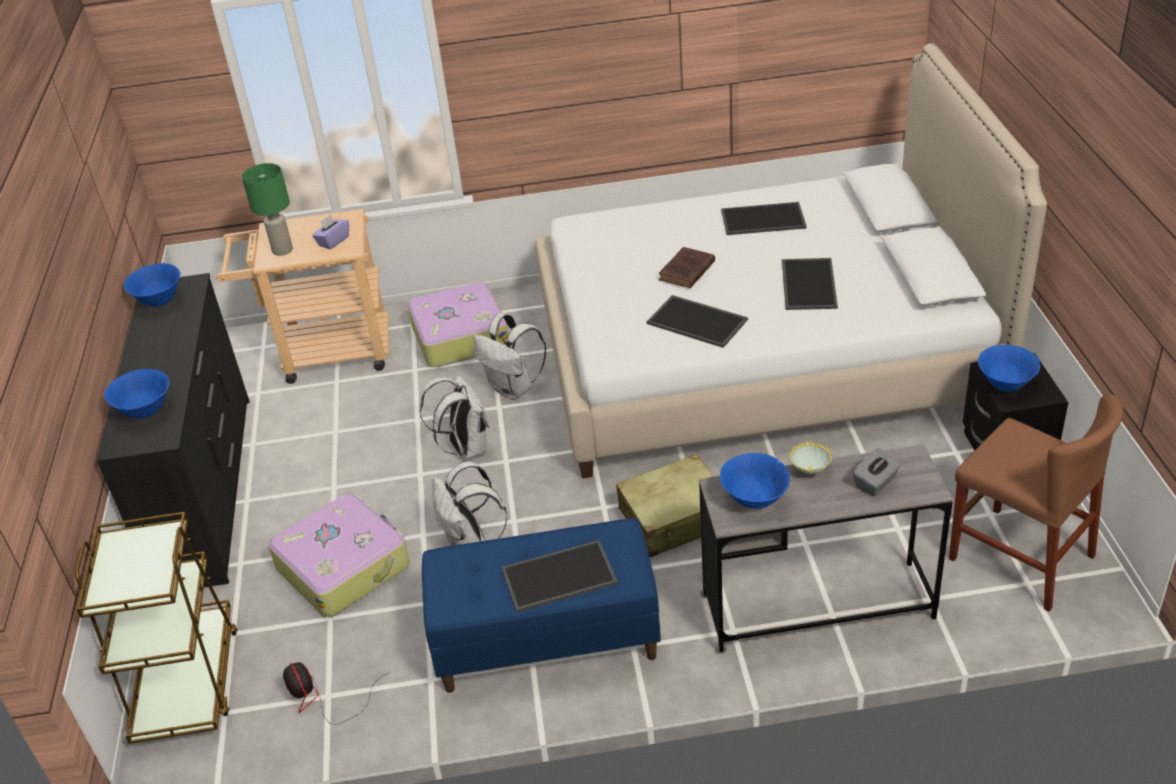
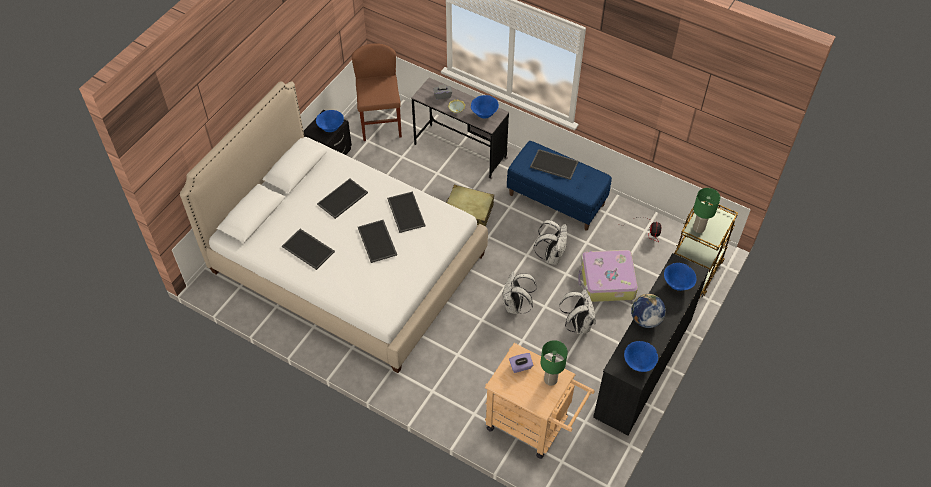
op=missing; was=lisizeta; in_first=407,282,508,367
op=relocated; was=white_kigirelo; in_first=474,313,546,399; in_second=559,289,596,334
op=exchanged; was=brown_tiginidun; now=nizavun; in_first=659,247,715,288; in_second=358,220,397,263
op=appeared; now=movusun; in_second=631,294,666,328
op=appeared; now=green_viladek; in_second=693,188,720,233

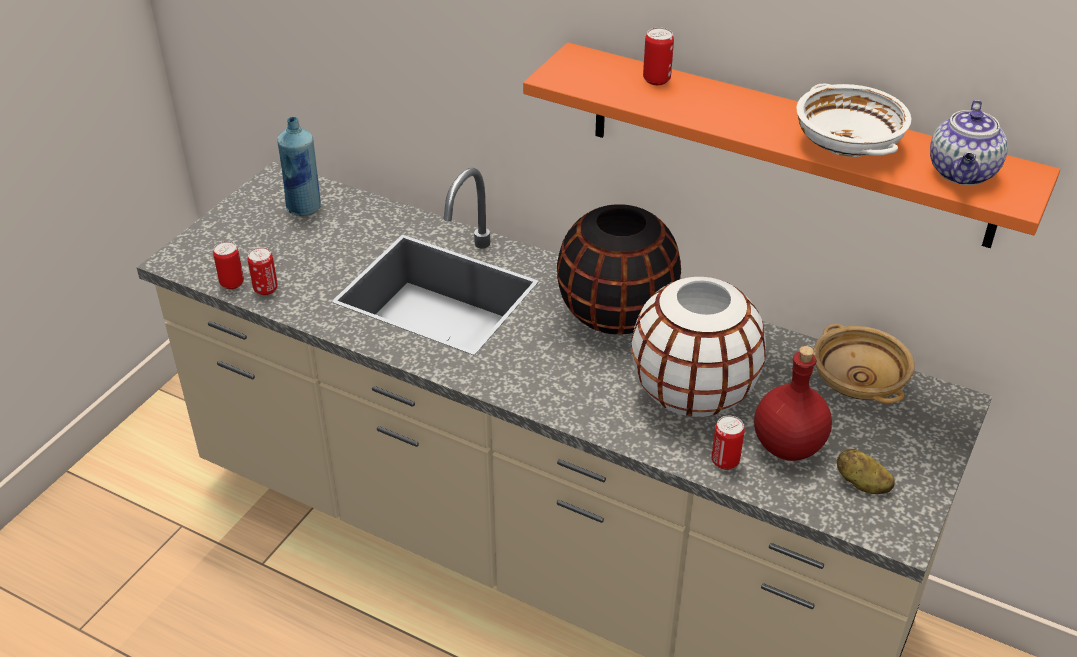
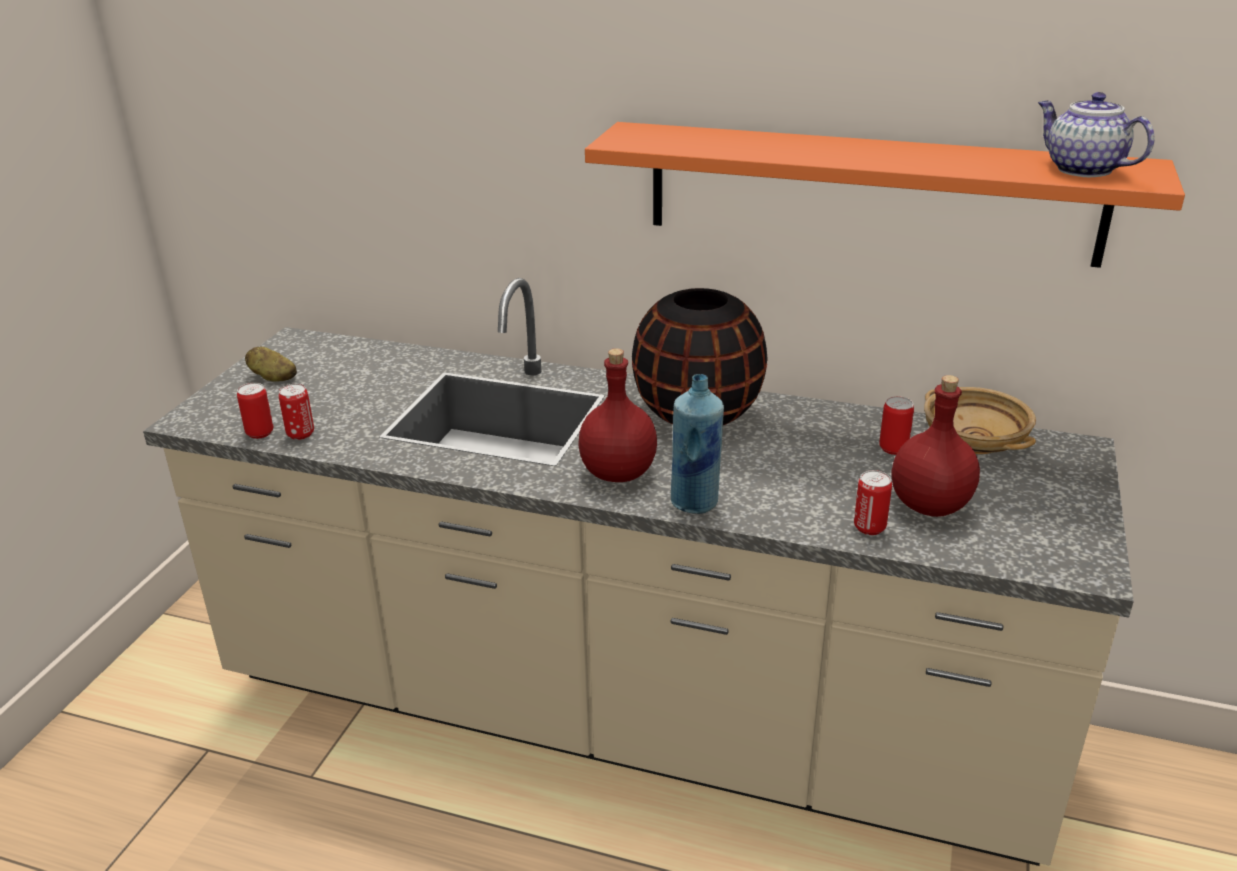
op=relocated; was=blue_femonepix; in_first=277,117,321,216; in_second=671,374,724,514
op=missing; was=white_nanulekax; in_first=631,277,766,417
op=relocated; was=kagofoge; in_first=643,28,674,85; in_second=879,396,914,455
op=missing; was=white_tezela; in_first=796,84,911,157
op=relocated; was=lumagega; in_first=837,449,895,494; in_second=245,347,297,382
op=spun; was=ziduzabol; in_first=930,100,1008,185; in_second=1038,92,1155,177; clockwise=135
op=appeared; now=red_femonepix; in_second=578,348,657,482

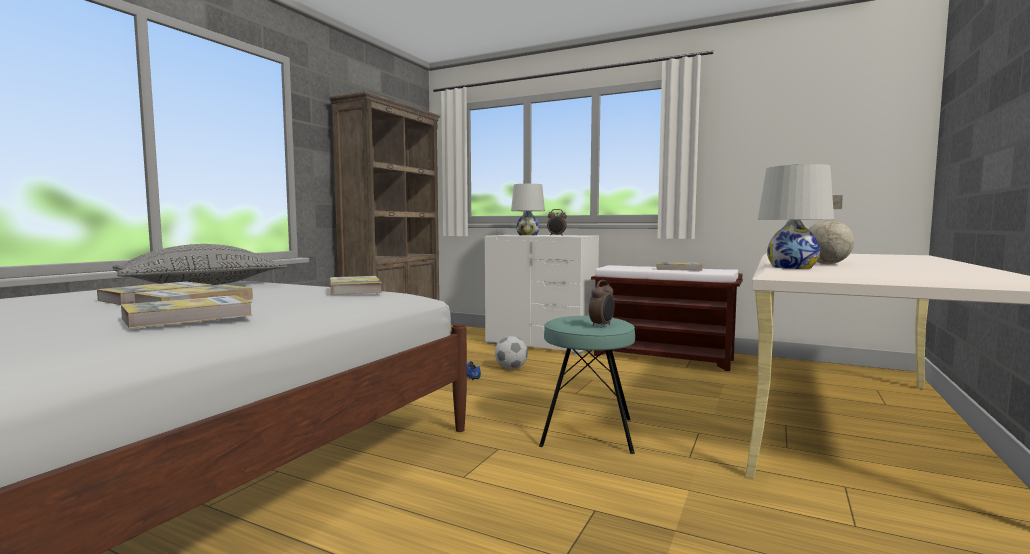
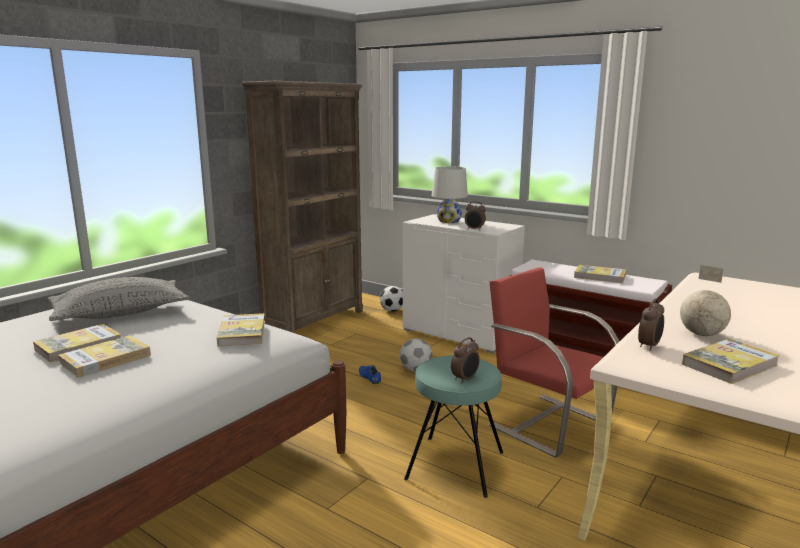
op=relocated; was=tiginidun; in_first=121,295,253,329; in_second=682,339,780,384
op=exchanged; was=white_viladek; now=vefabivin; in_first=758,164,834,269; in_second=638,298,664,351
op=appeared; now=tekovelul; in_second=380,286,403,312
op=appeared; now=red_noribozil; in_second=489,267,619,458

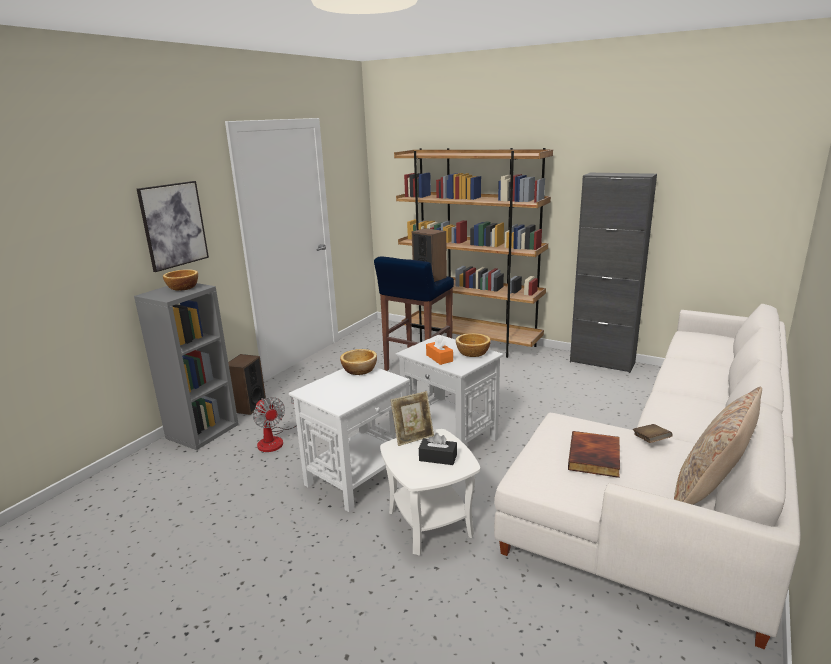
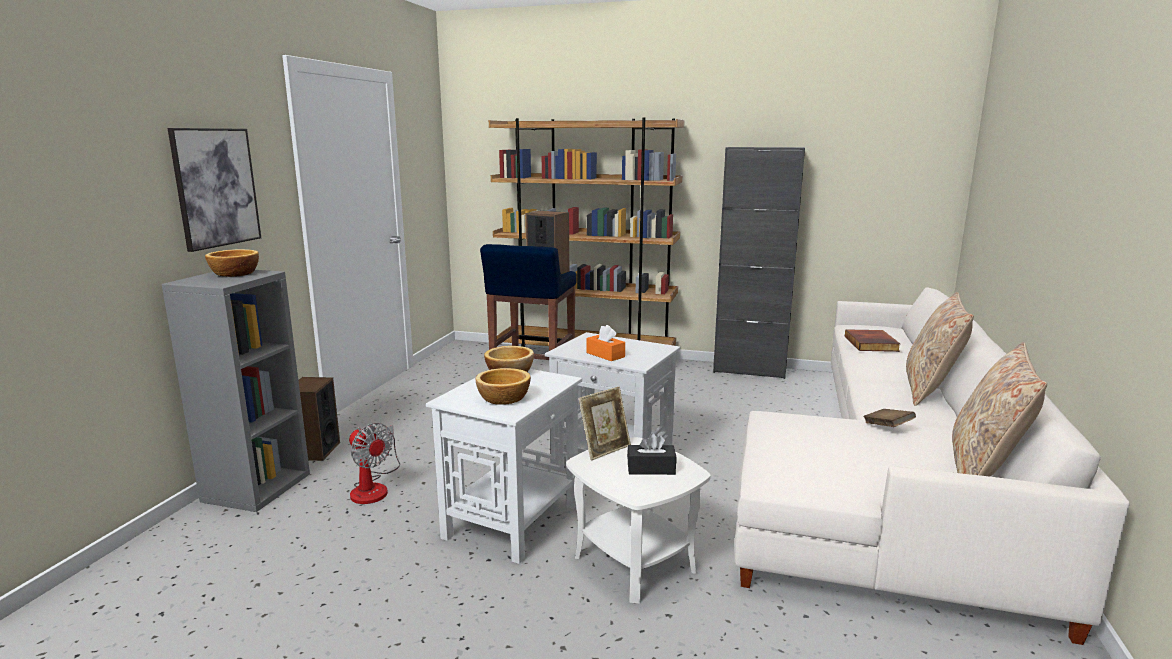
op=relocated; was=tezela; in_first=456,333,491,357; in_second=476,368,531,405
op=relocated; was=tiginidun; in_first=568,431,620,478; in_second=845,329,900,352
op=appeared; now=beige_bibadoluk; in_second=906,292,974,406

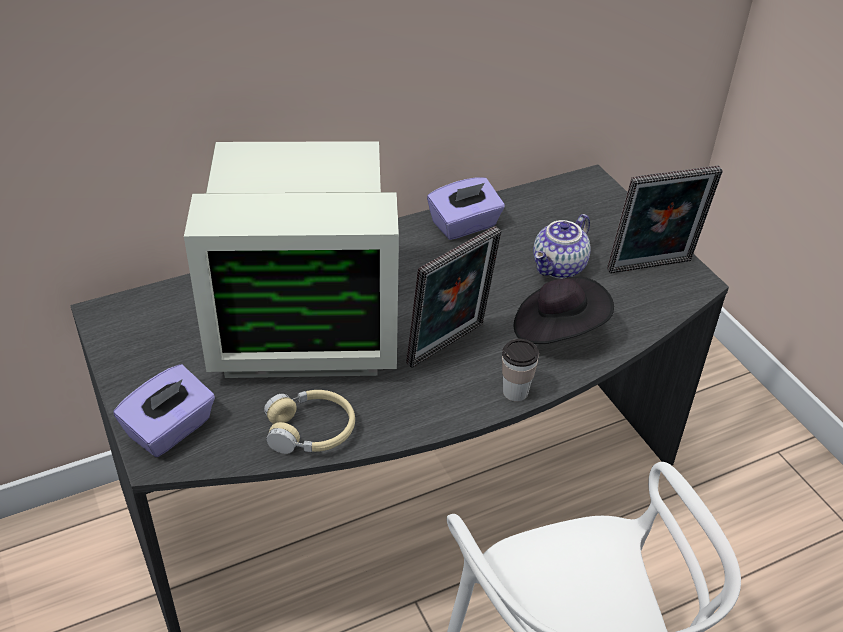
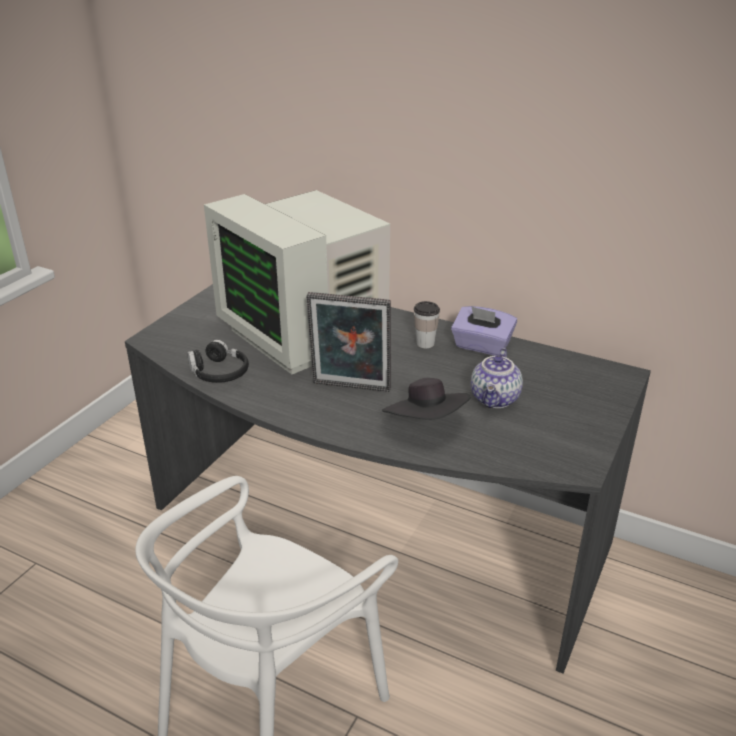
op=missing; was=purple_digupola; in_first=113,364,215,457
op=colour; was=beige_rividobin; now=black_rividobin; in_first=264,390,355,454; in_second=187,340,249,383
op=relocated; was=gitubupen; in_first=502,339,539,401; in_second=414,301,440,348
op=spun; was=ziduzabol; in_first=533,214,591,279; in_second=471,348,523,408; clockwise=-75
op=missing; was=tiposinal; in_first=607,166,723,273

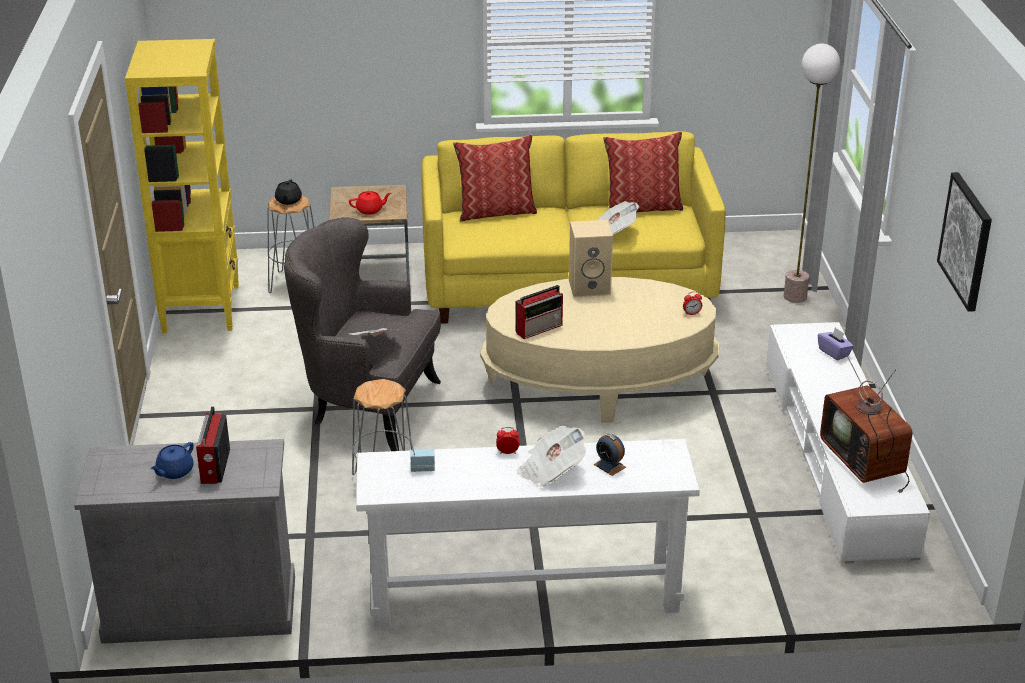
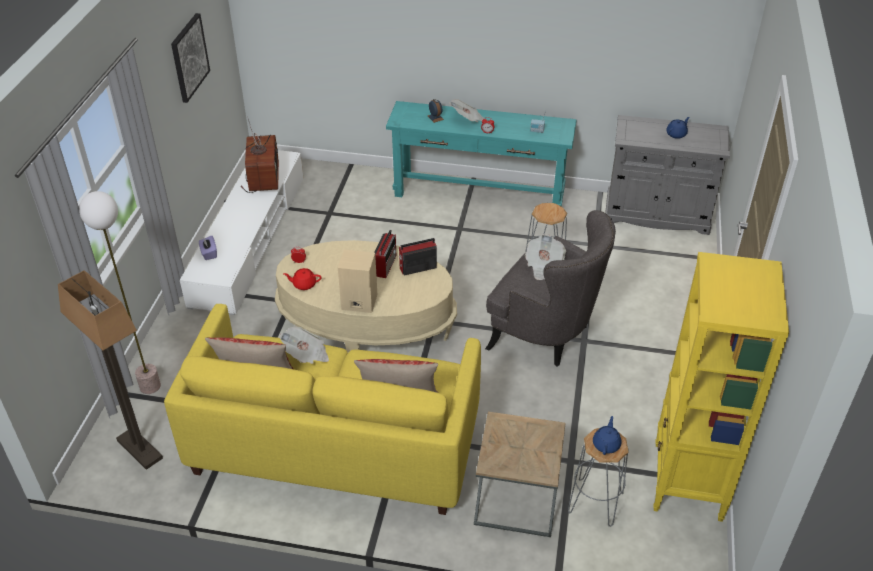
op=relocated; was=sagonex; in_first=196,406,230,484; in_second=374,230,396,278
op=colour; was=black_ziduzabol; now=blue_ziduzabol; in_first=275,179,302,205; in_second=593,416,621,455
op=relocated; was=red_ziduzabol; in_first=349,191,391,215; in_second=283,268,322,290
op=colour; was=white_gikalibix; now=turquoise_gikalibix; in_first=356,439,700,628; in_second=386,101,577,207
op=appeared; now=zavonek; in_second=58,270,163,470

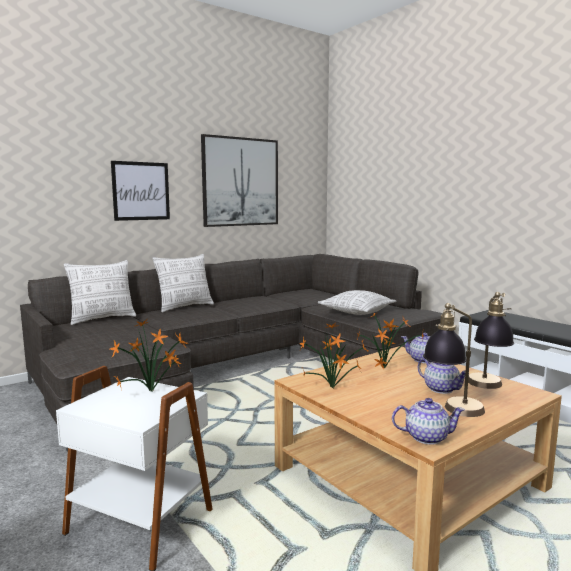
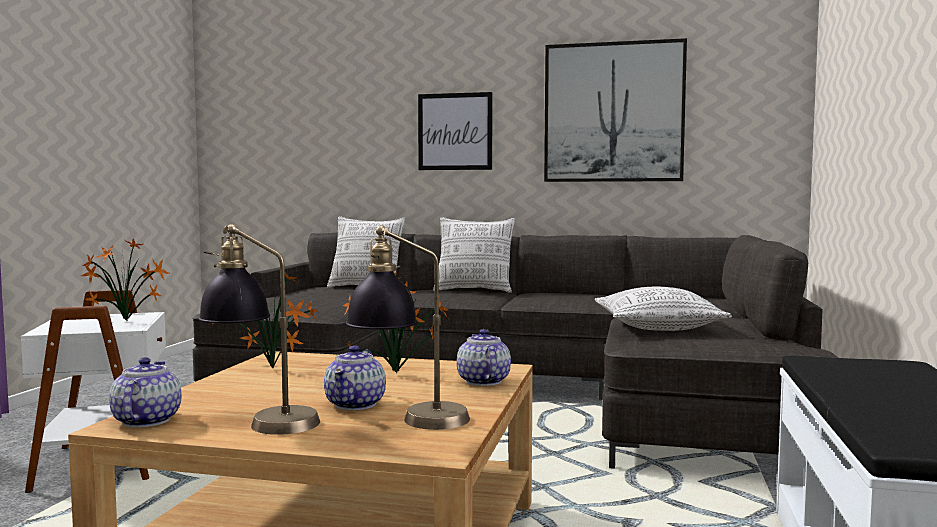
op=spun; was=ziduzabol; in_first=392,398,465,445; in_second=109,357,182,427; clockwise=-150

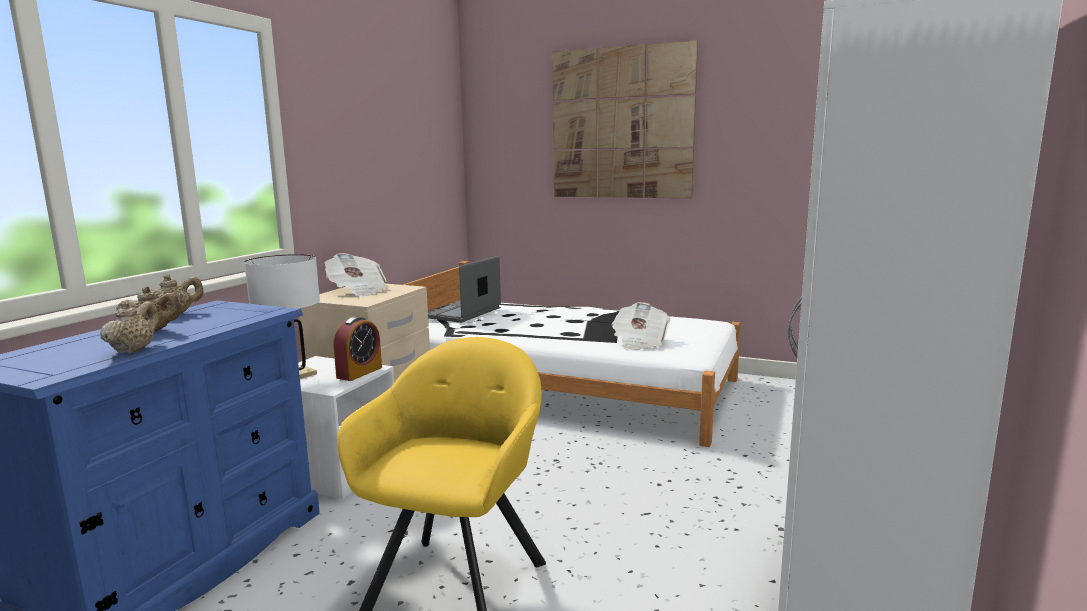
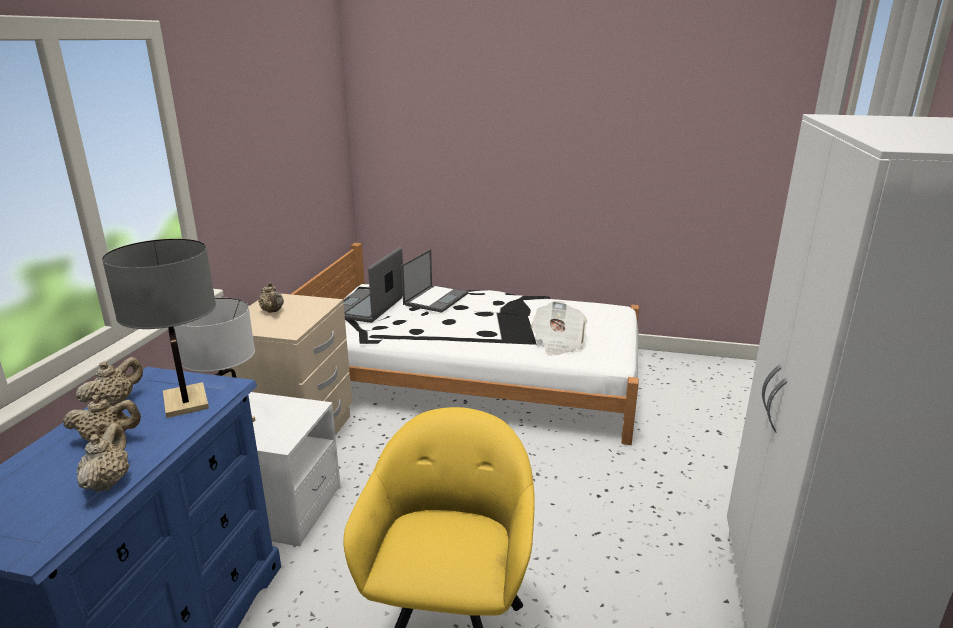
op=exchanged; was=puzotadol; now=beige_ziduzabol; in_first=324,253,388,297; in_second=258,282,284,313
op=missing; was=vefabivin; in_first=334,316,382,381
op=missing; was=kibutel; in_first=552,40,698,198
op=appeared; now=grey_viladek; in_second=102,239,216,418
op=appeared; now=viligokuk; in_second=401,249,468,313

